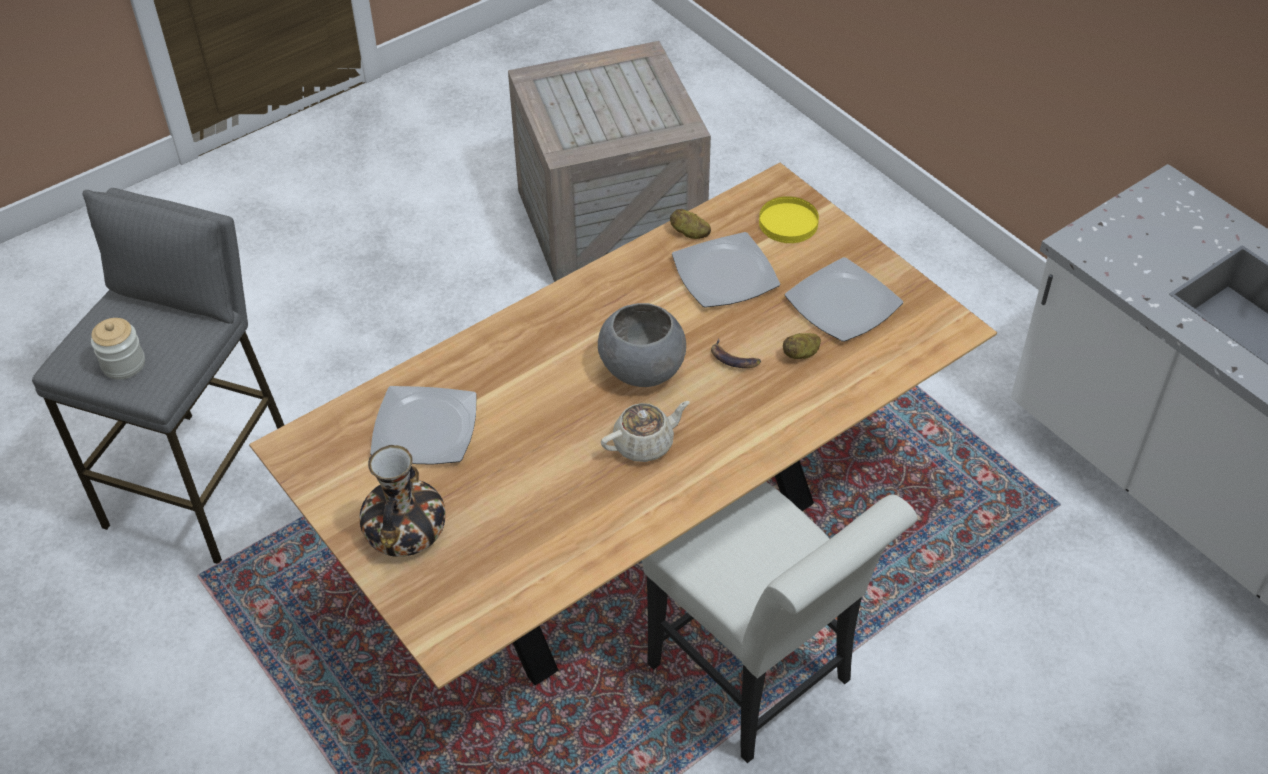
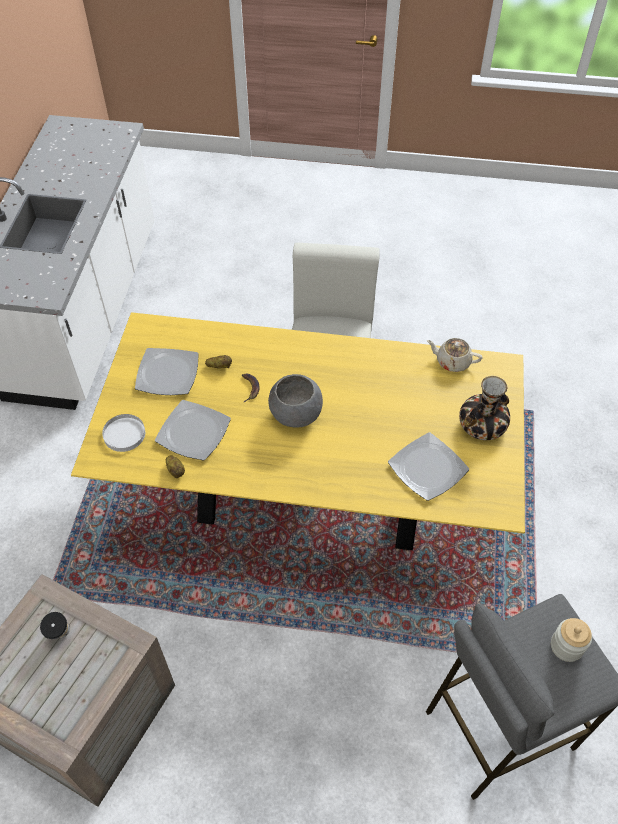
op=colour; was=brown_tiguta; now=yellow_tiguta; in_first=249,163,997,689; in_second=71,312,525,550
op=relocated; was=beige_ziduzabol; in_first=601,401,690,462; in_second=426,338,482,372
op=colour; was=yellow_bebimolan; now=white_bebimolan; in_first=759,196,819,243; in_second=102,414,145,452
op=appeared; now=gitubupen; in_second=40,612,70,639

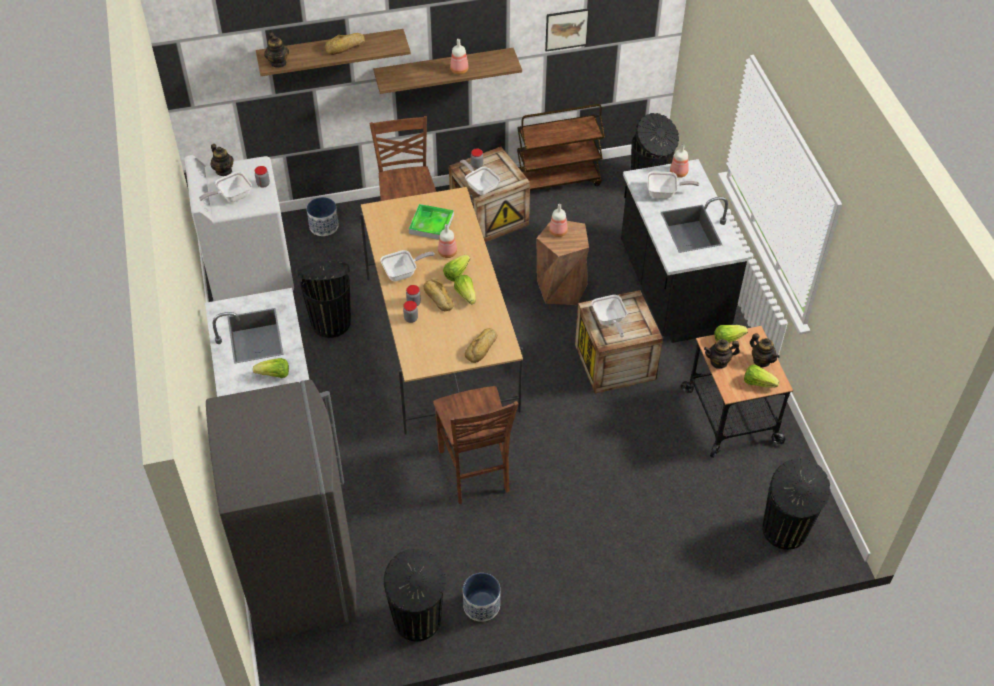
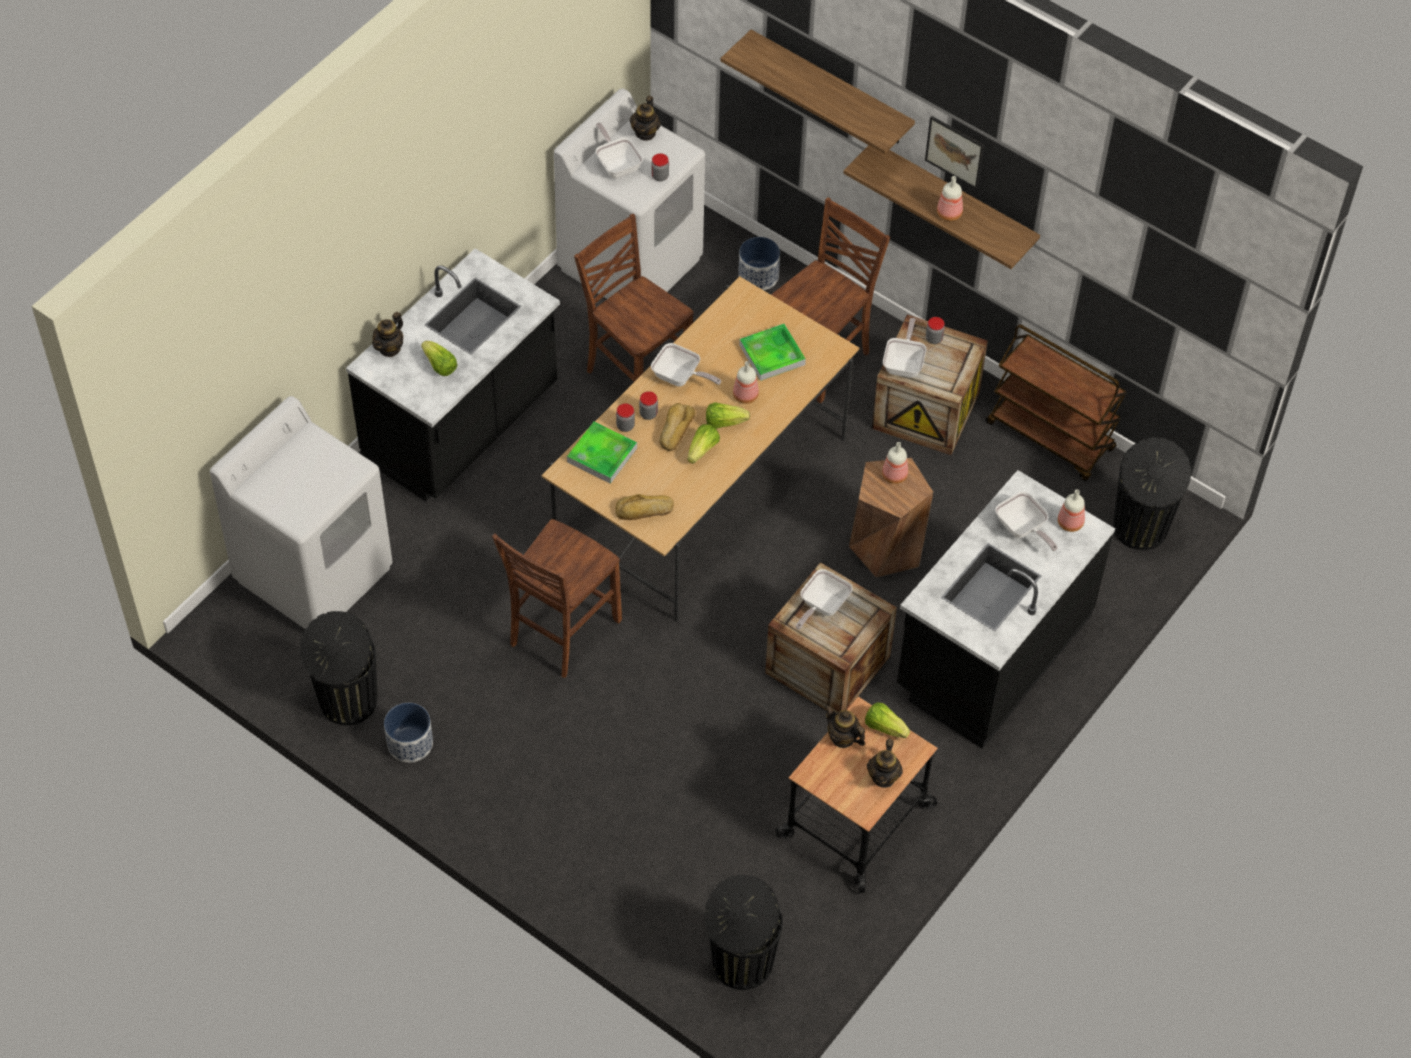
op=spun; was=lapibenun; in_first=199,172,252,202; in_second=596,123,643,179; clockwise=45
op=exchanged; was=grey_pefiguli; now=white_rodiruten; in_first=206,380,356,641; in_second=210,396,392,629
op=relocated; was=ziduzabol; in_first=264,32,289,68; in_second=372,312,403,357
op=exchanged; was=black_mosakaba; now=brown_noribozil; in_first=298,261,351,338; in_second=574,214,694,382
op=missing; was=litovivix; in_first=325,33,365,55
op=relocated; was=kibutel; in_first=545,8,590,52; in_second=925,116,984,189
op=missing; was=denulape; in_first=744,365,779,387
op=appeared; now=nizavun; in_second=567,422,637,484

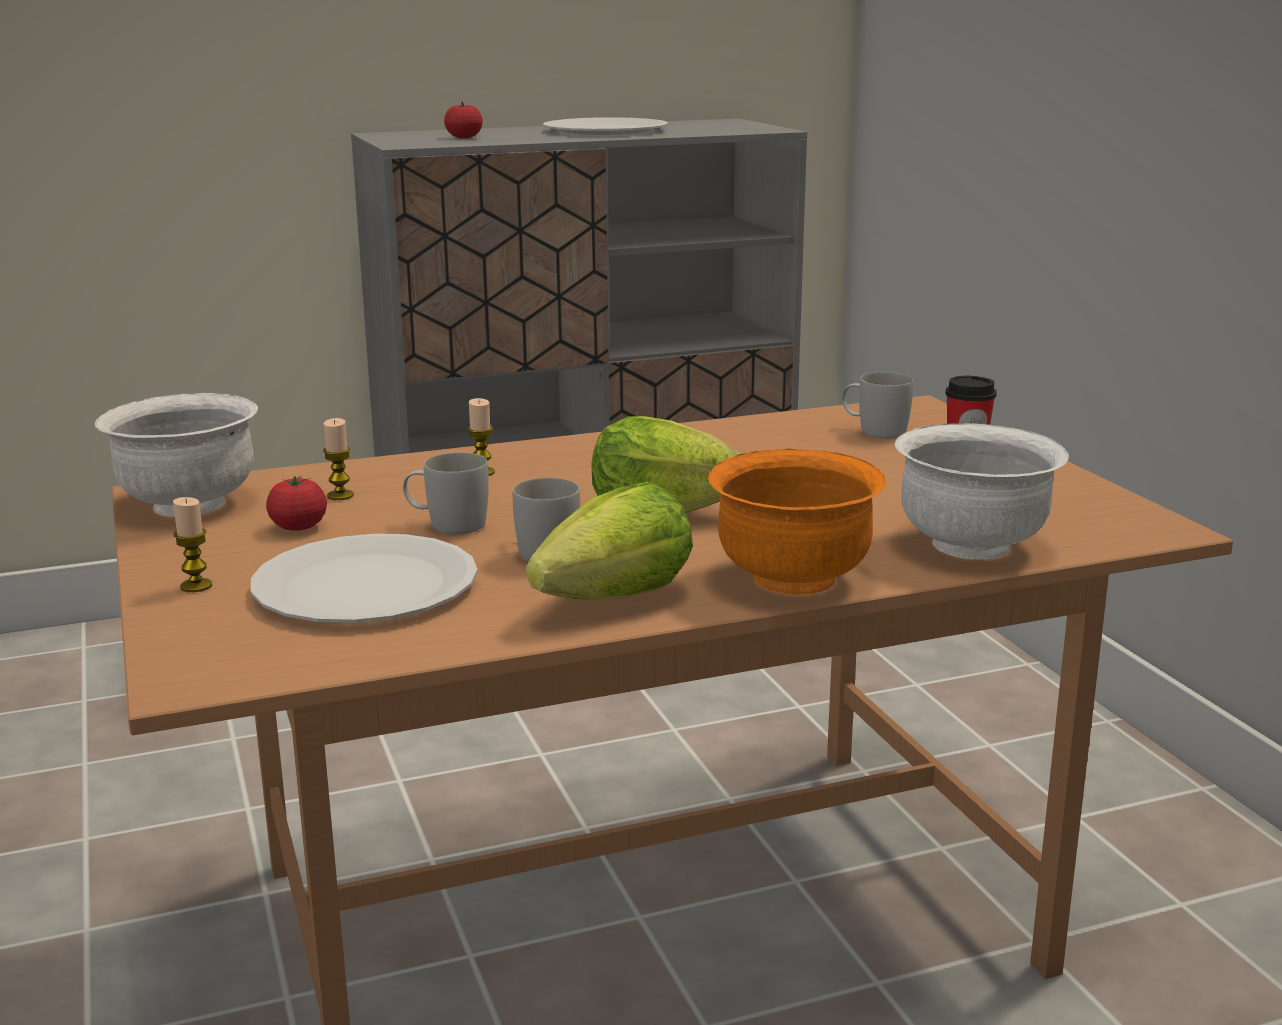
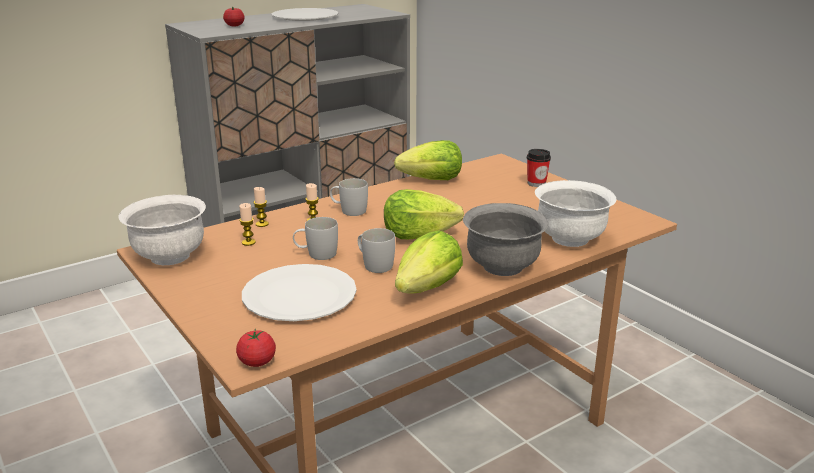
op=relocated; was=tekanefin; in_first=173,497,212,592; in_second=254,187,269,227
op=relocated; was=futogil; in_first=266,476,327,531; in_second=236,329,276,367
op=colour; was=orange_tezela; now=grey_tezela; in_first=708,449,886,595; in_second=463,203,549,276
op=relocated; was=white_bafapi; in_first=842,372,913,439; in_second=330,178,368,216
op=appeared; now=denulape; in_second=394,140,462,180

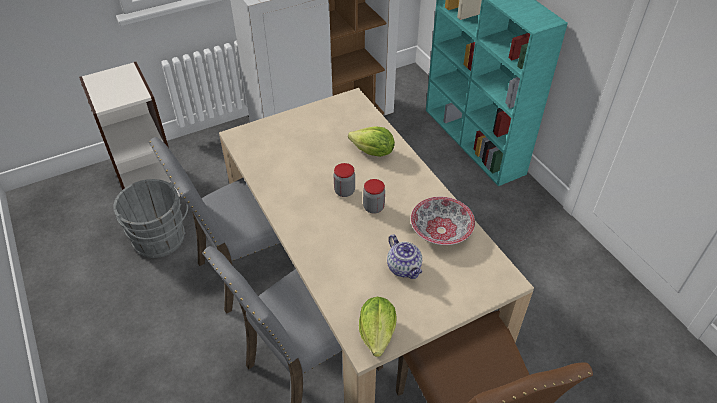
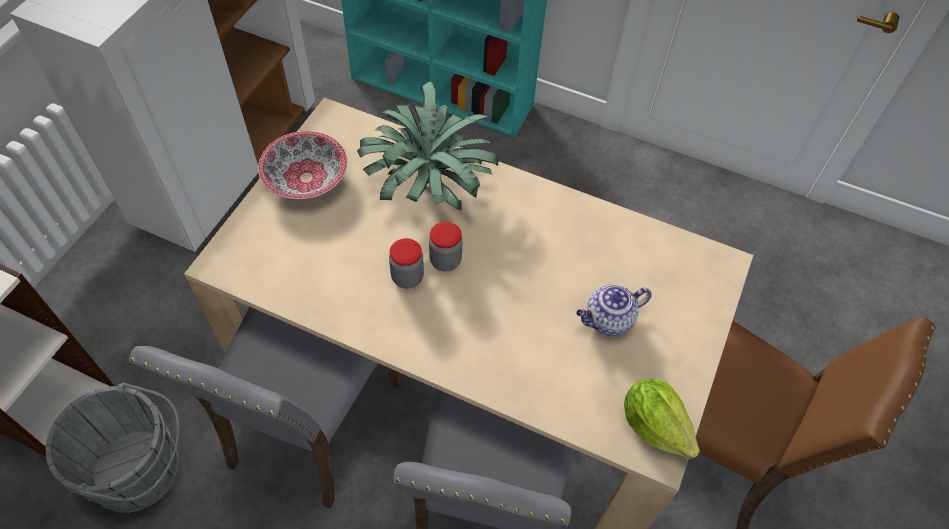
op=exchanged; was=denulape; now=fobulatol; in_first=348,126,395,157; in_second=357,82,498,211
op=relocated; was=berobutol; in_first=363,179,385,214; in_second=389,238,424,289
op=spun; was=ziduzabol; in_first=387,234,422,279; in_second=576,284,652,336; clockwise=135
op=relocated; was=tezela; in_first=410,197,475,245; in_second=258,131,347,199

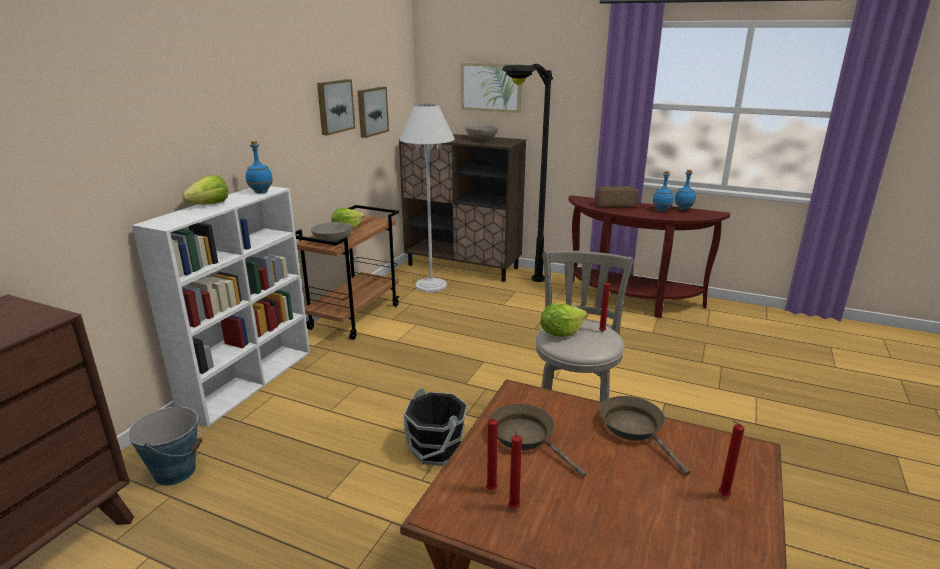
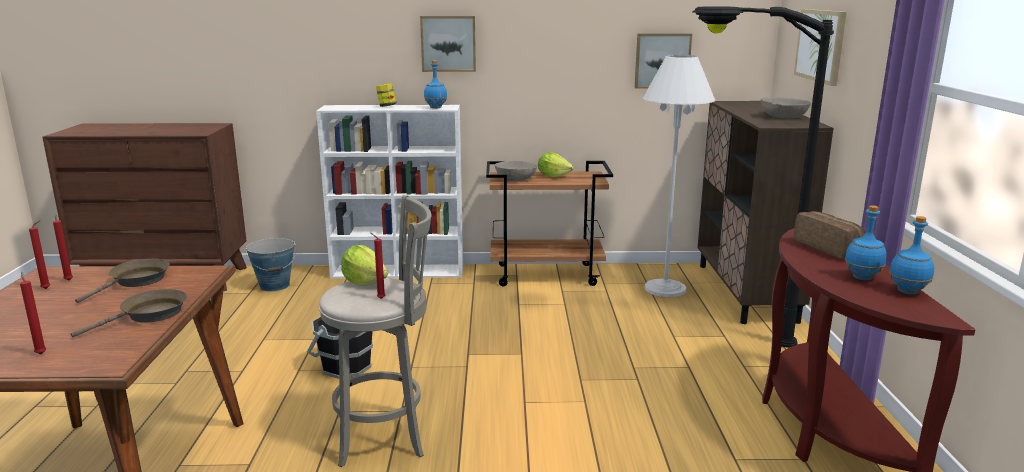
op=exchanged; was=denulape; now=berobutol; in_first=182,175,228,205; in_second=376,83,396,107
op=relocated; was=kibutel; in_first=317,79,355,135; in_second=420,16,476,72

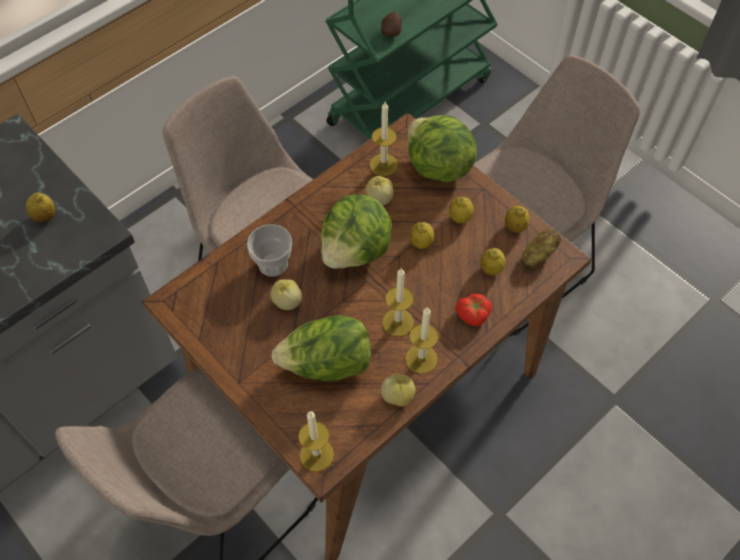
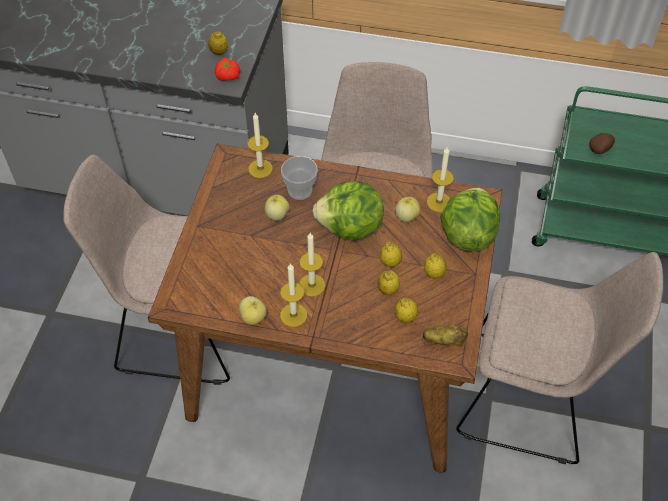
op=missing; was=denulape; in_first=271,315,371,382
op=relocated; was=tekanefin; in_first=298,411,334,472; in_second=247,113,273,178
op=relocated; was=futogil; in_first=456,294,492,326; in_second=215,58,241,81
op=relocated; was=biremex; in_first=505,206,530,233; in_second=378,270,400,295

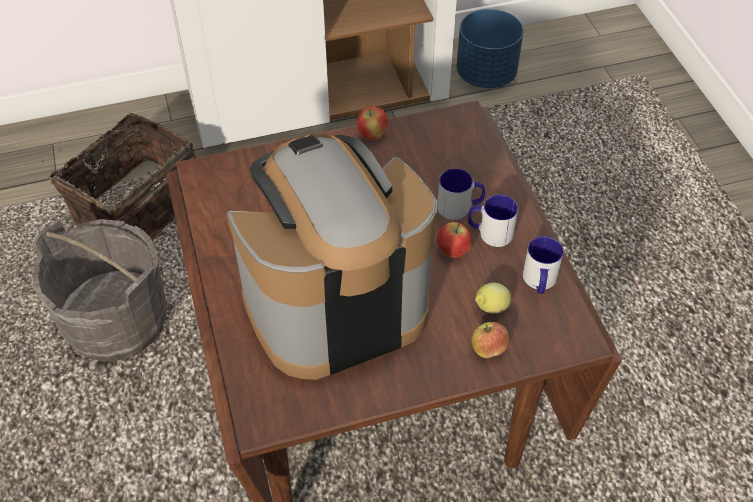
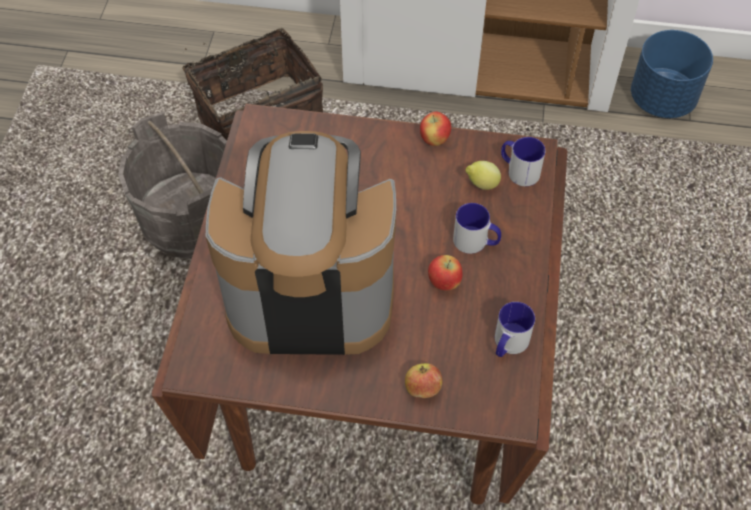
op=relocated; was=bafapi; in_first=468,195,518,247; in_second=501,137,545,186
op=relocated; was=biremex; in_first=475,283,511,314; in_second=465,161,501,190

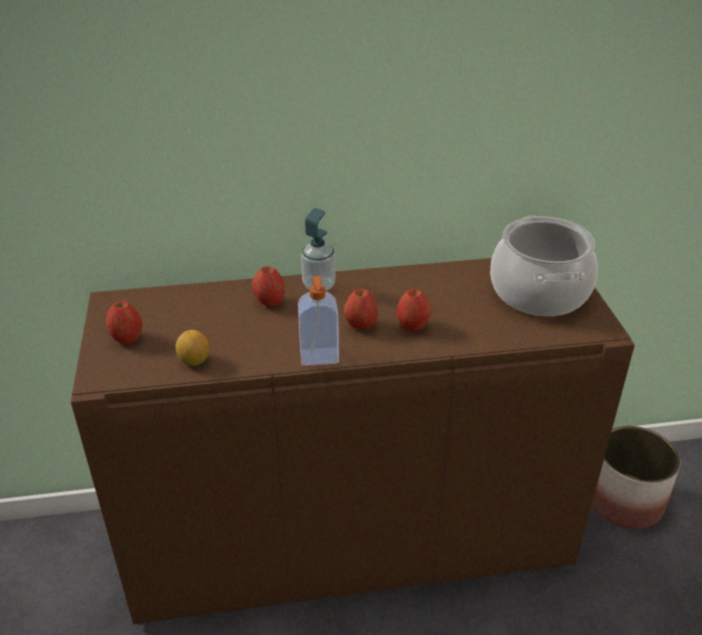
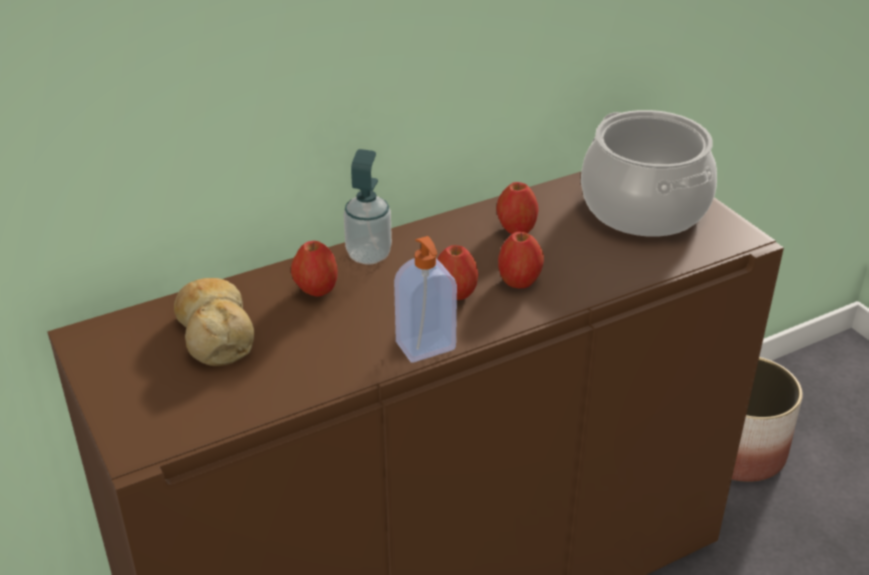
op=relocated; was=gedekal; in_first=106,301,143,344; in_second=496,182,539,234
op=missing; was=biremex; in_first=175,330,209,366
op=appeared; now=litovivix; in_second=174,278,254,366

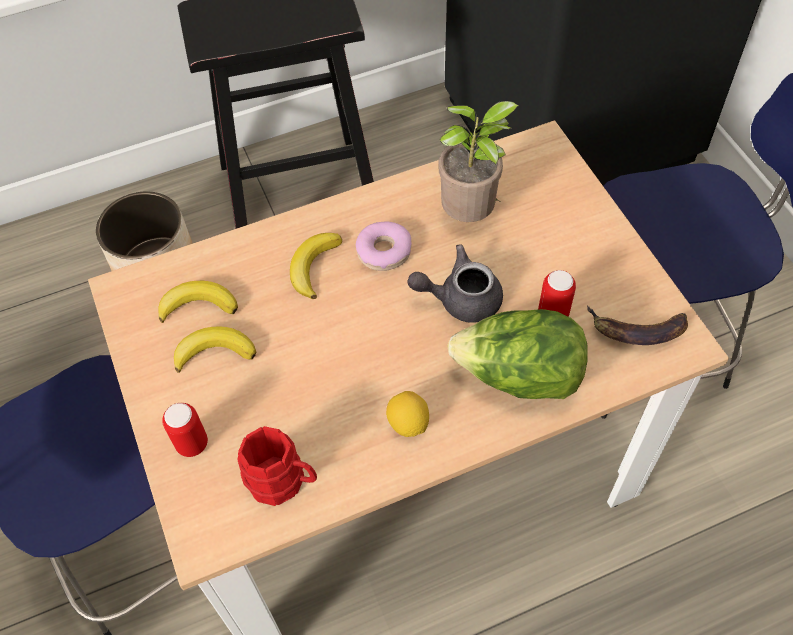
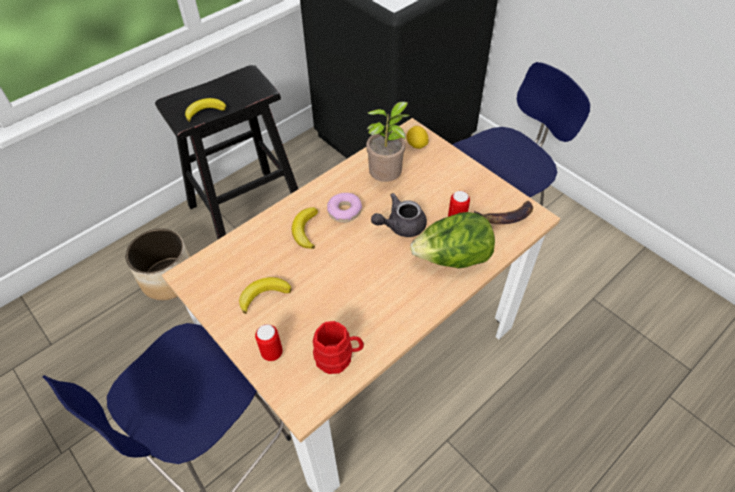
op=relocated; was=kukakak; in_first=158,281,238,323; in_second=185,98,226,122
op=relocated; was=biremex; in_first=386,391,429,437; in_second=406,126,429,149

